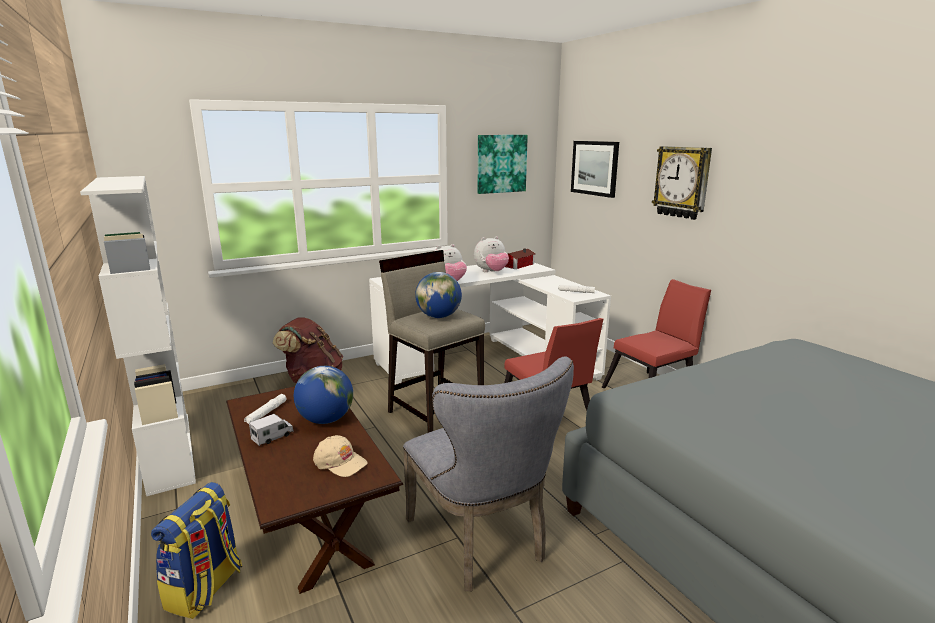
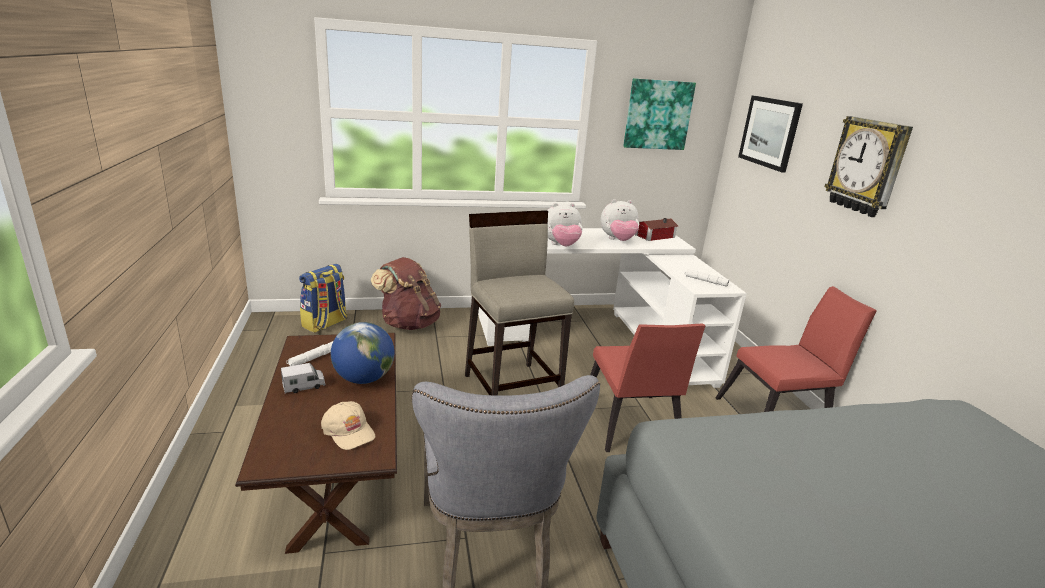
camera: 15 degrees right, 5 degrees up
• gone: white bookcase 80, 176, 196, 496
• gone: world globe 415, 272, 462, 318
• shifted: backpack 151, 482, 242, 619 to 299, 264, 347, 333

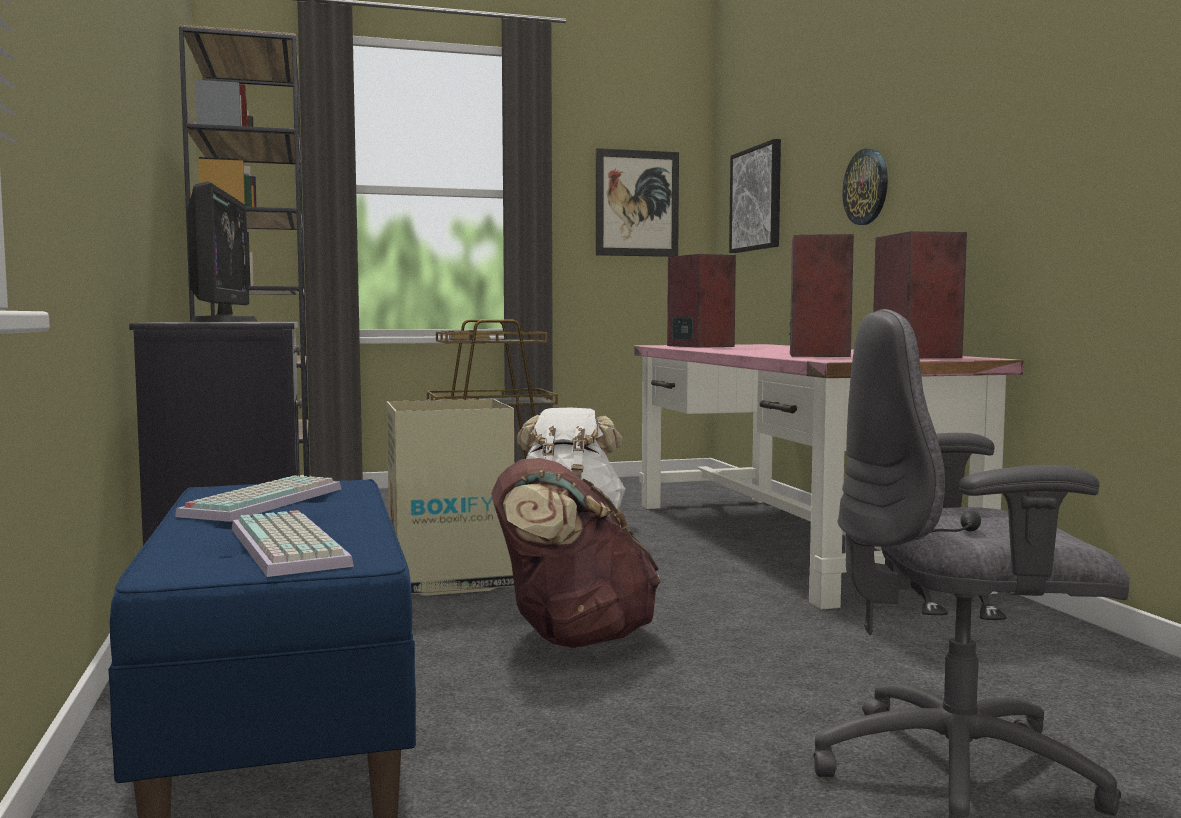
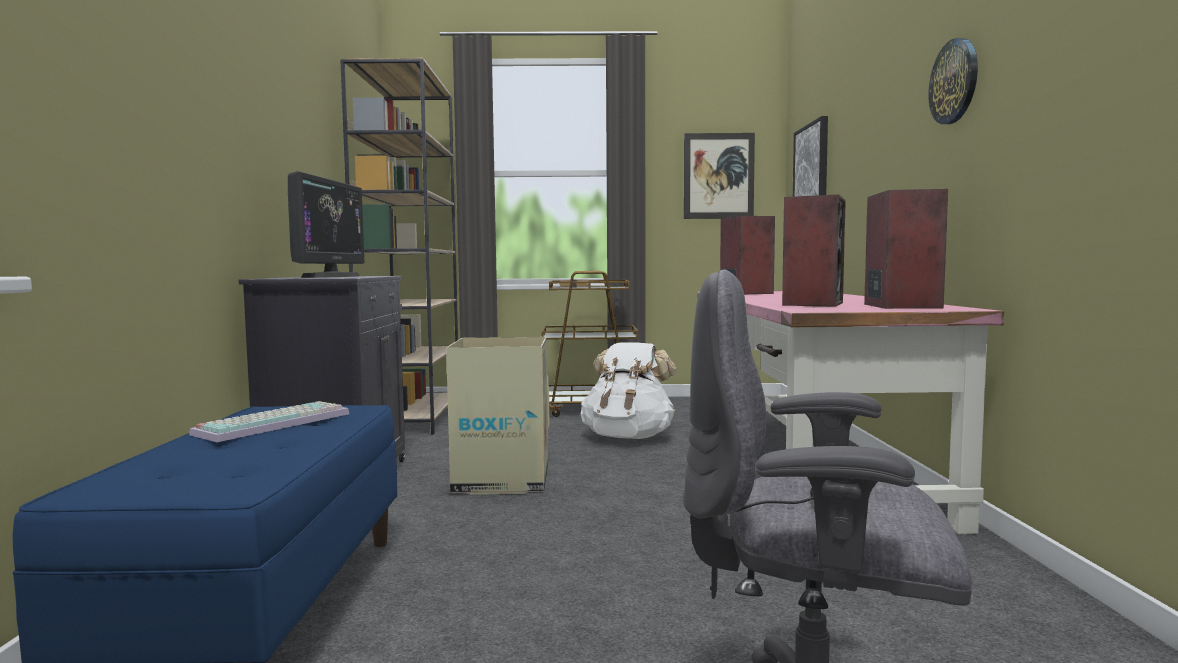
camera: 15 degrees right, 0 degrees up
• shifted: hanging clock 842, 149, 888, 225 to 928, 38, 978, 124
• gone: brown backpack 491, 458, 661, 648
• gone: keyboard 232, 510, 354, 577

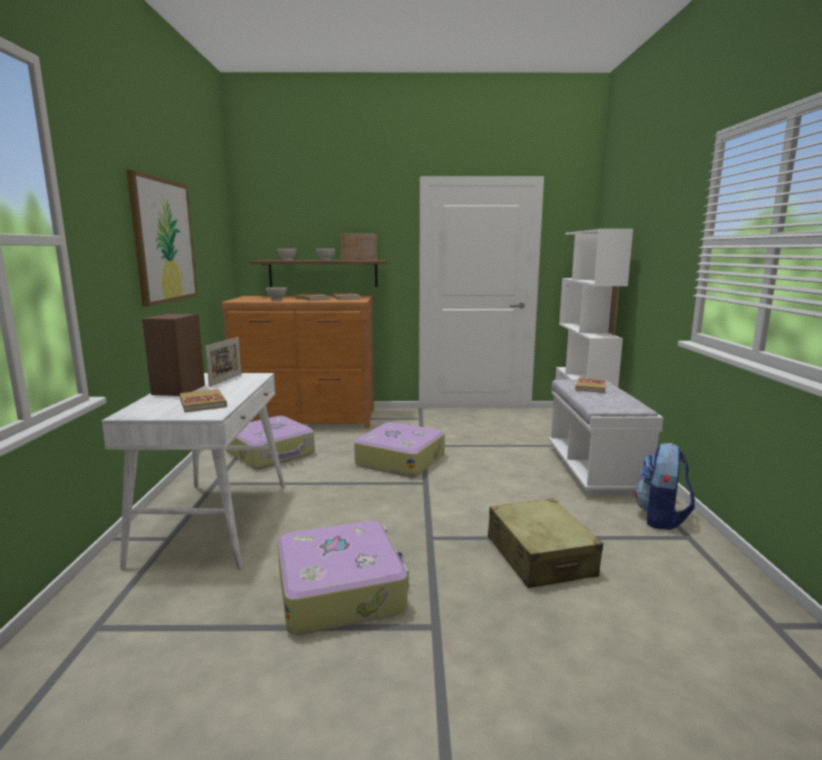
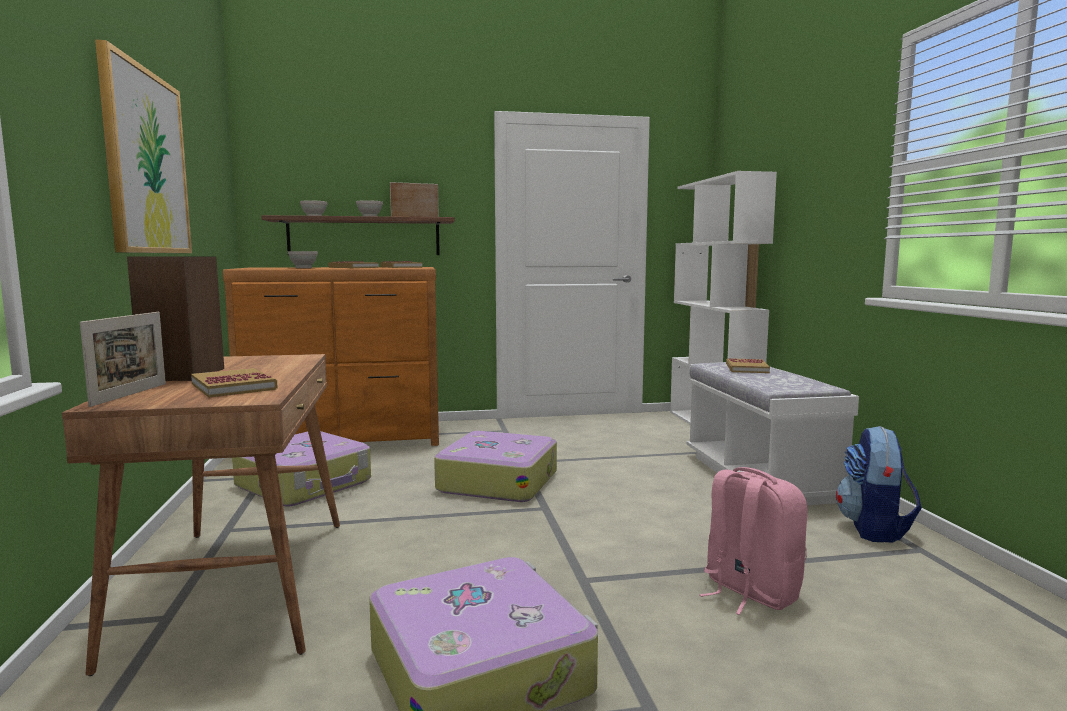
camera: 10 degrees left, 5 degrees down
• shifted: photo frame 205, 337, 241, 387 to 80, 312, 166, 407
• repainted: white desk 102, 373, 285, 570 to brown desk 62, 354, 340, 676
• swapped: beige piece of luggage 488, 498, 603, 588 to pink backpack 699, 467, 807, 615

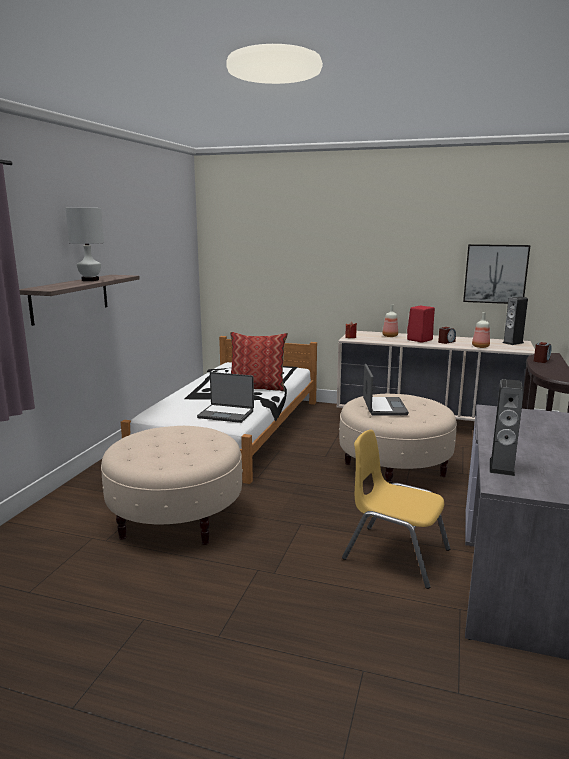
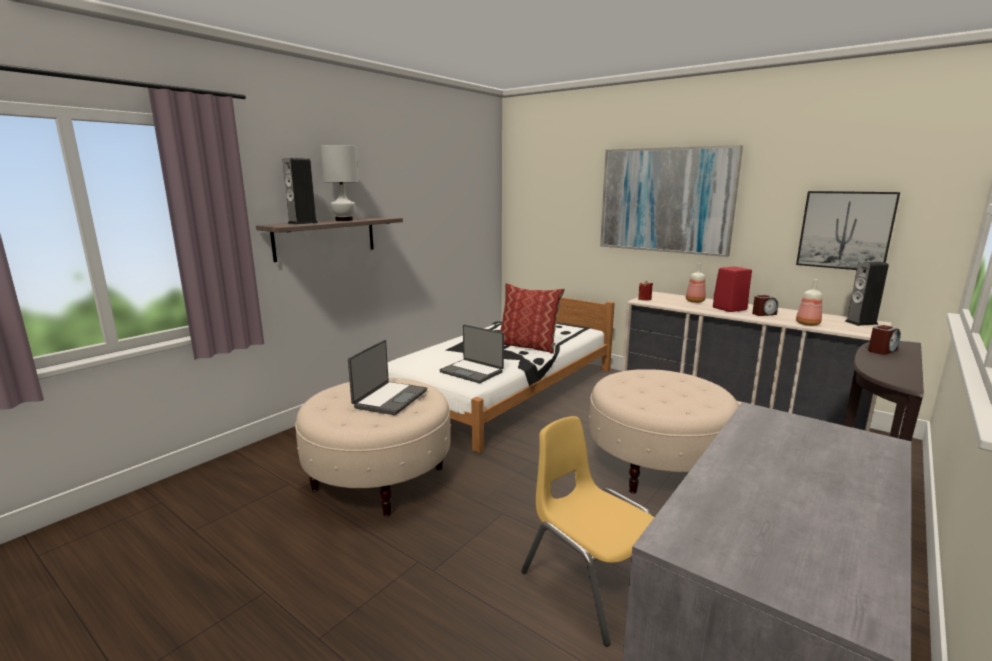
camera: 20 degrees right, 0 degrees up
• shifted: notebook computer 363, 364, 409, 416 to 348, 340, 427, 415
• shifted: loudspeaker 490, 379, 524, 476 to 283, 158, 318, 224
• new: picture 600, 145, 743, 257

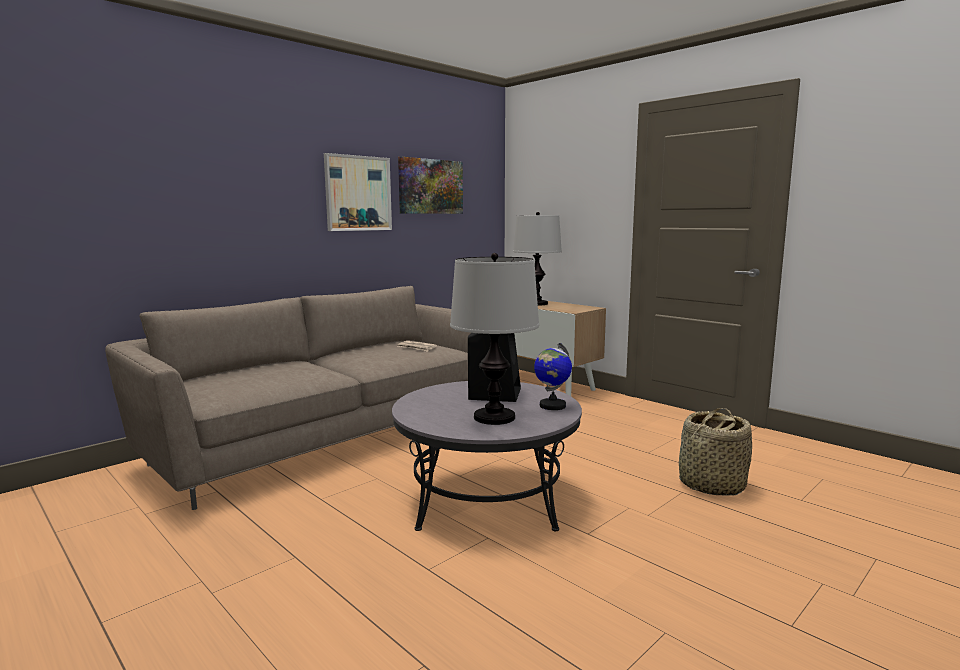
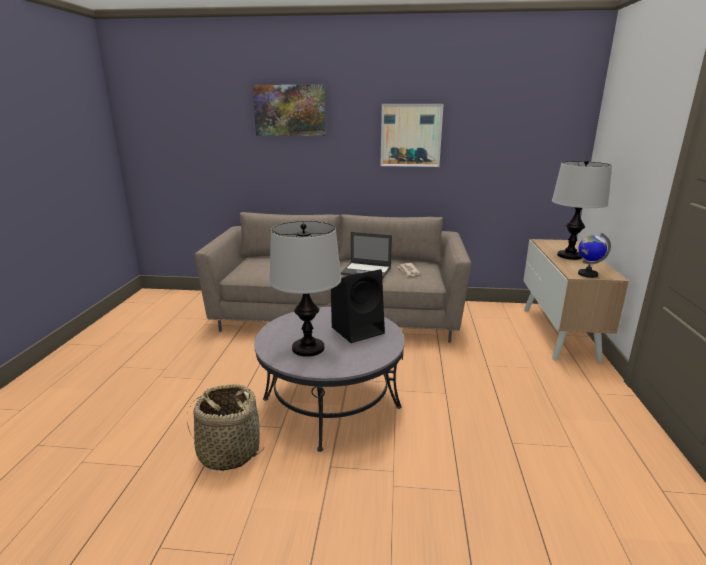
camera: 50 degrees right, 10 degrees up
• shifted: picture 398, 157, 463, 214 to 253, 85, 326, 136
• shifted: world globe 534, 343, 572, 410 to 578, 233, 611, 278
• shifted: household basket 679, 408, 752, 496 to 187, 384, 265, 471
• new: notebook computer 341, 232, 392, 279

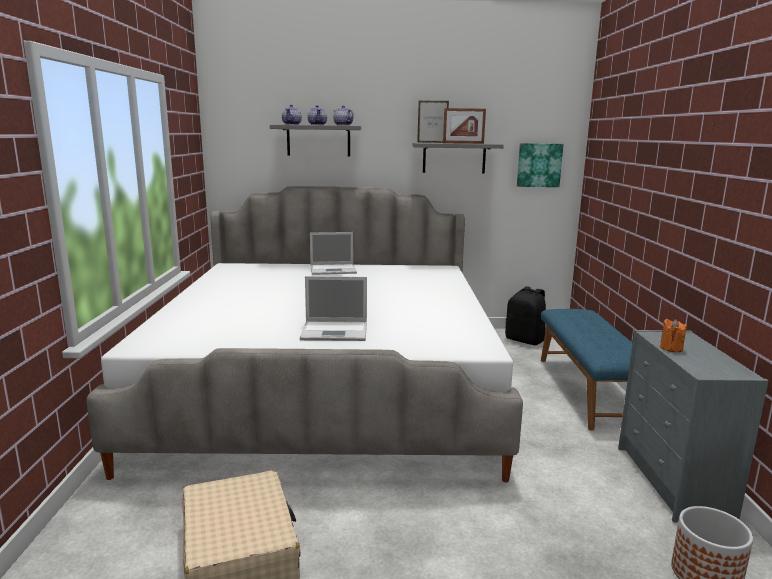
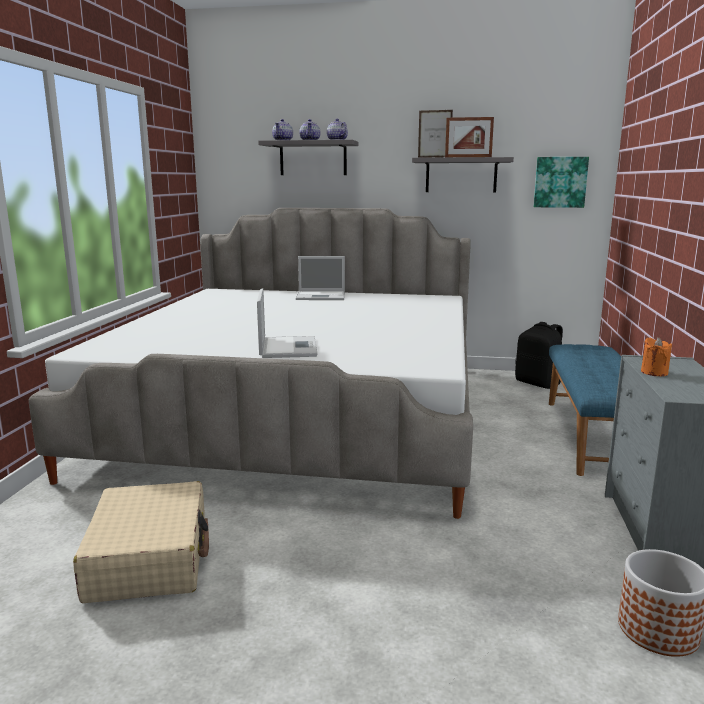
camera: 10 degrees right, 0 degrees up
• rotated: notebook computer 300, 276, 367, 341 = 257, 288, 318, 358 105 degrees counterclockwise

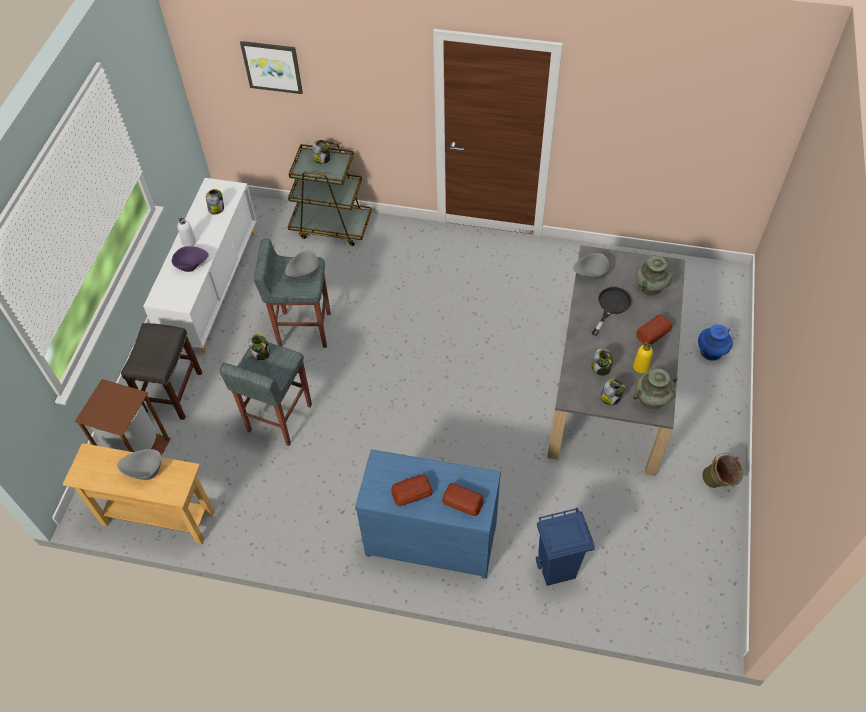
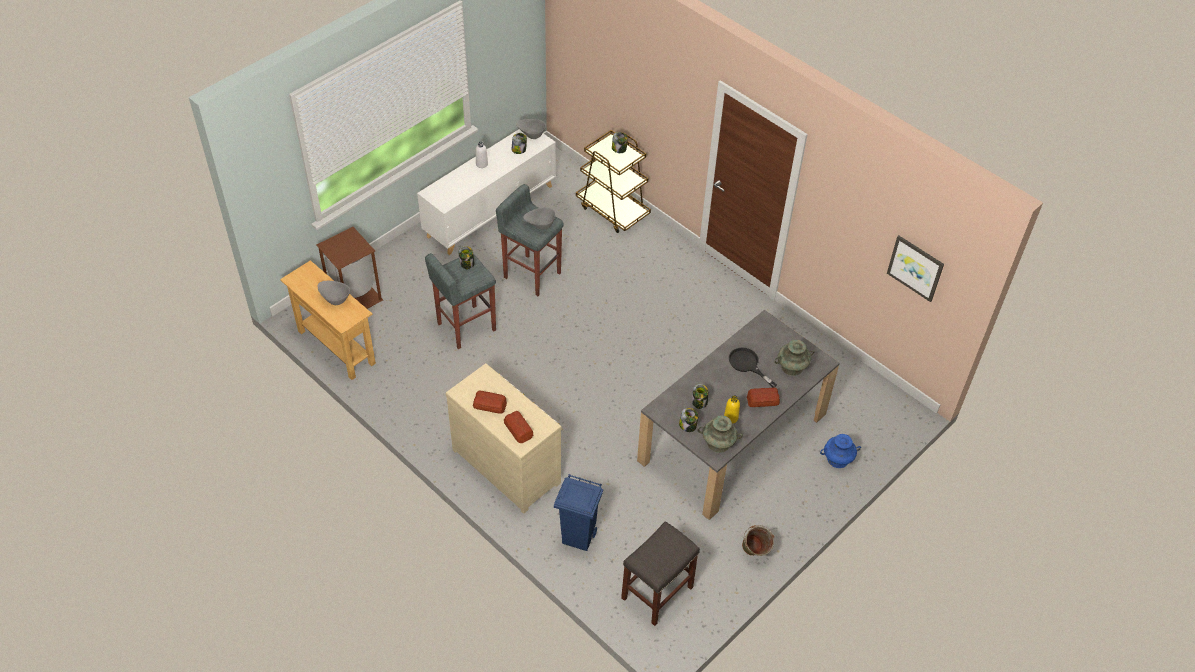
camera: 30 degrees right, 5 degrees down
• shifted: picture 240, 41, 303, 94 to 887, 235, 944, 302
• gone: purple bowl 172, 246, 209, 272
• shifted: greyish bowl 573, 253, 609, 280 to 516, 119, 546, 139
• rotated: black skillet 592, 287, 632, 336 = 729, 348, 777, 387 105 degrees counterclockwise
• shifted: greyish stool 121, 323, 202, 420 to 621, 521, 700, 626
• repainted: blue dresser 355, 449, 501, 579 to beige dresser 446, 363, 562, 514

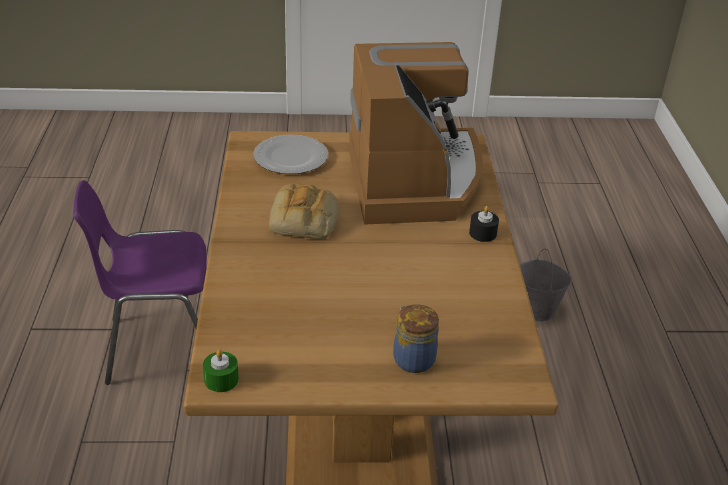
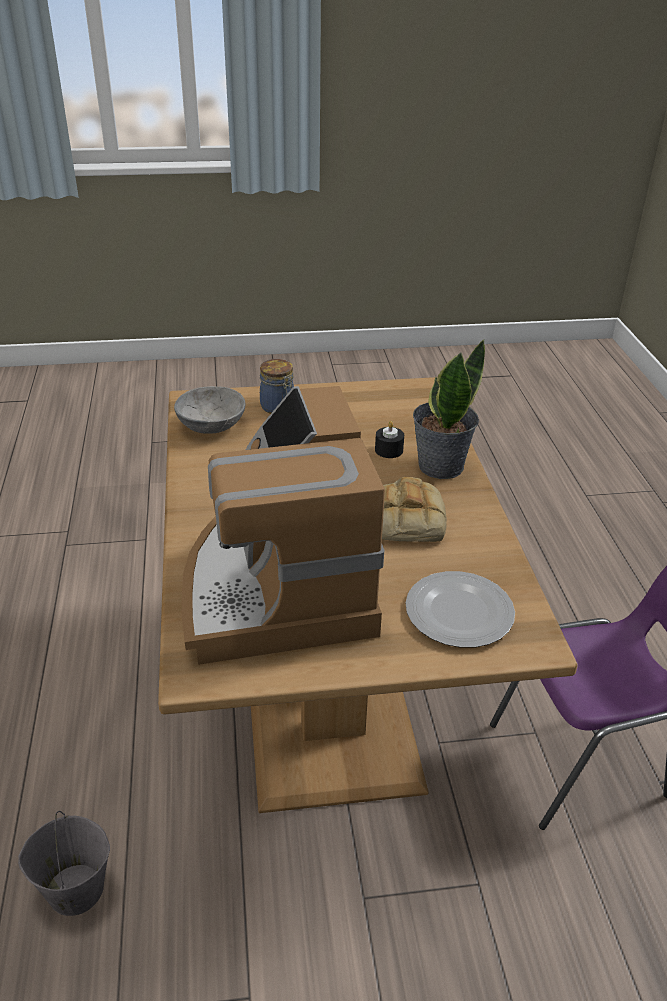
camera: 175 degrees right, 0 degrees up
• shifted: black wax candle 469, 206, 499, 242 to 375, 421, 404, 458
• gone: greenish wax candle 203, 349, 239, 392
• new: potted plant 413, 340, 485, 479
• new: greyish bowl 174, 386, 245, 434

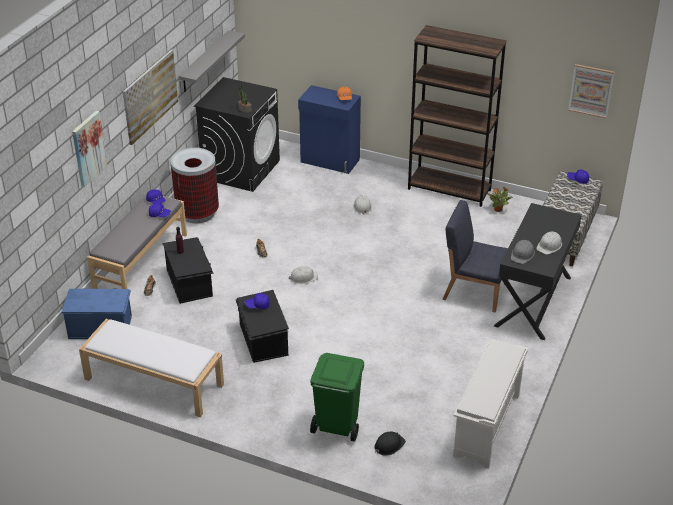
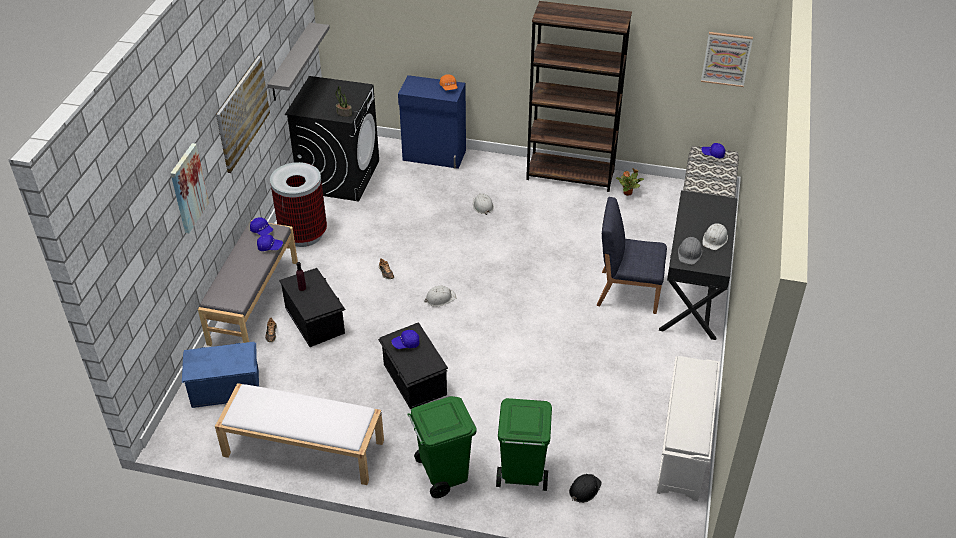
camera: 10 degrees left, 5 degrees up
• new: greenish rubbish bin 407, 396, 477, 498

